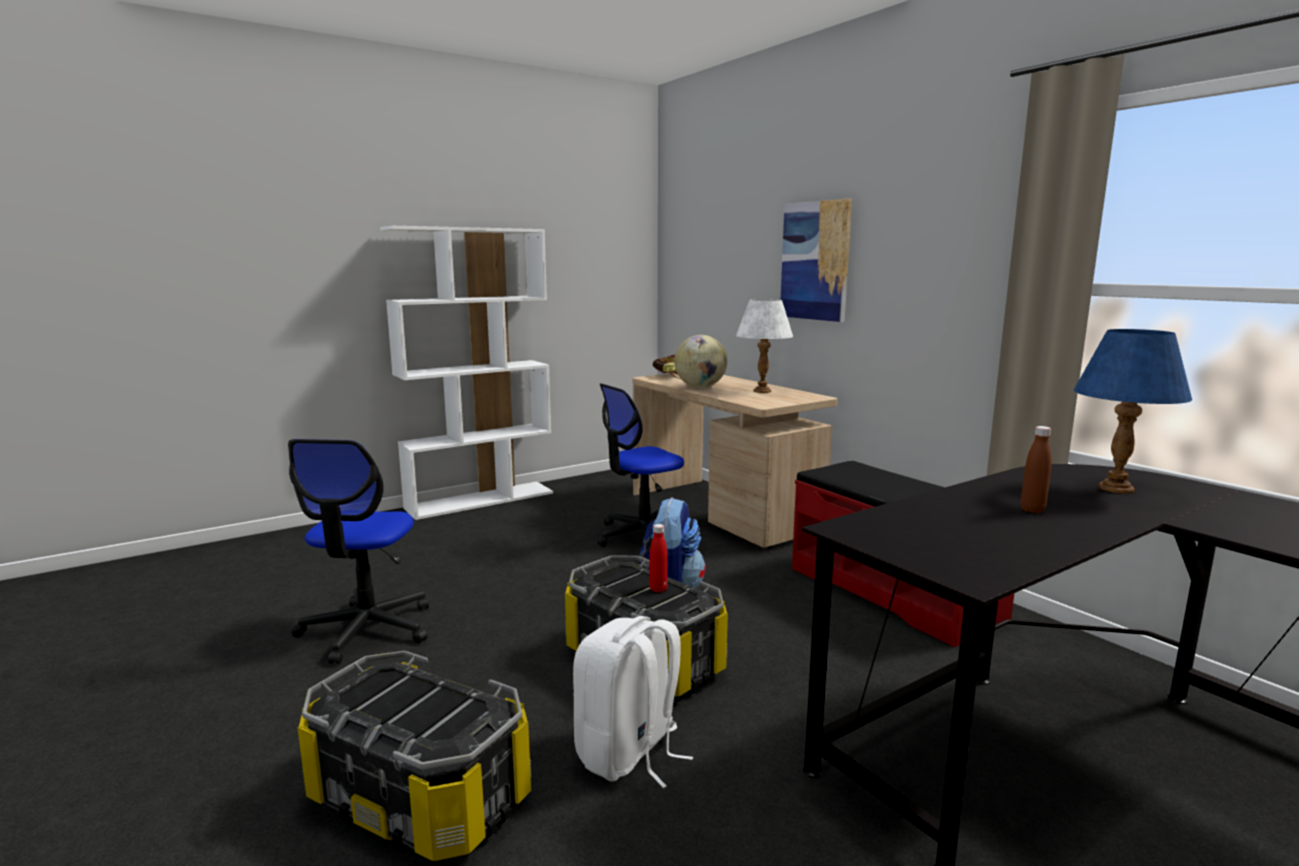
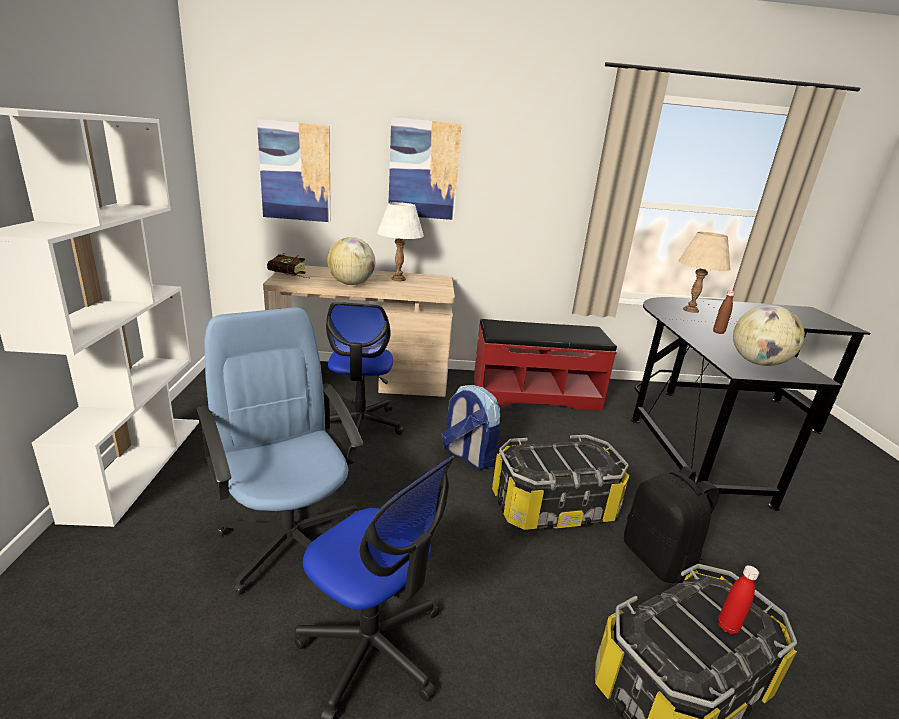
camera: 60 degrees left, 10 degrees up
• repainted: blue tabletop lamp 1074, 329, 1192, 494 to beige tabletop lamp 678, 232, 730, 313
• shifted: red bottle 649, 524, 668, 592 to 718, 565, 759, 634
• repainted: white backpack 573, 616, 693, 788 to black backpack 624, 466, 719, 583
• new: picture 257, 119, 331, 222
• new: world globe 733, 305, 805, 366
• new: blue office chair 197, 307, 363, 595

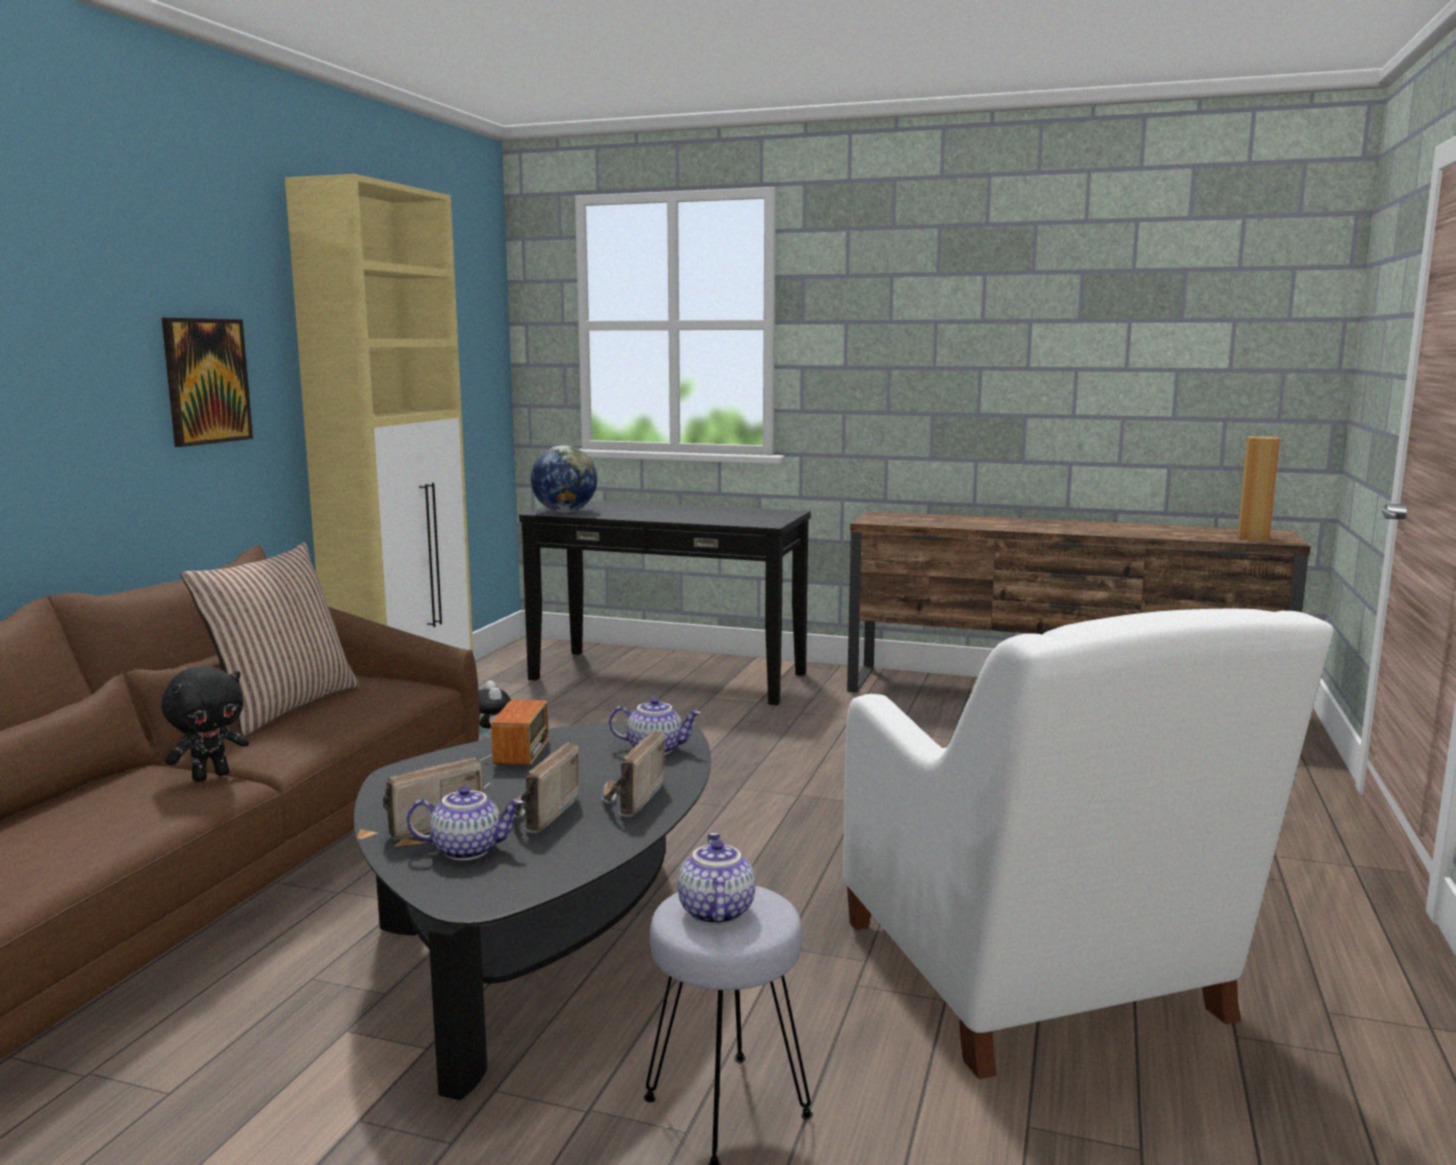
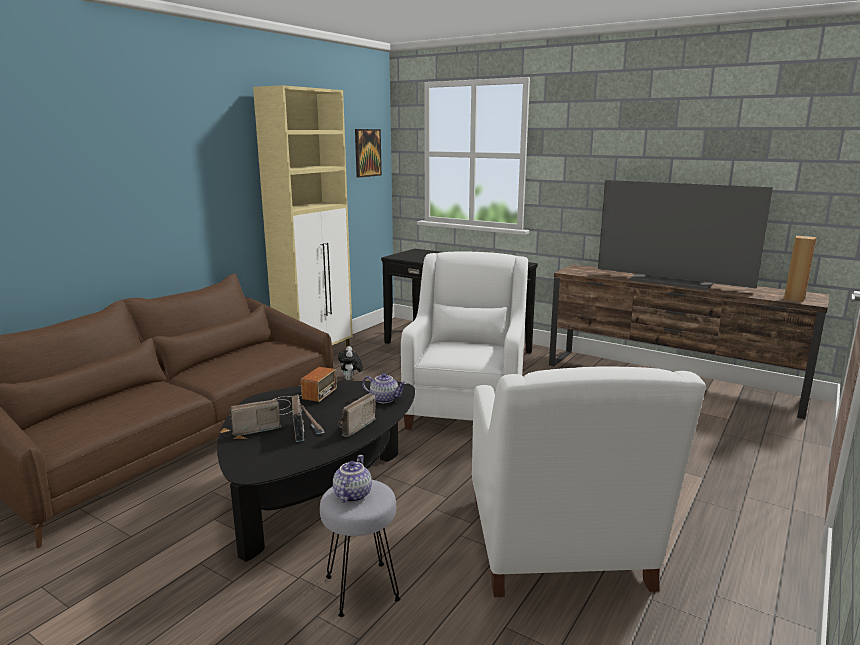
camera: 15 degrees right, 5 degrees up
• shifted: picture 162, 318, 253, 447 to 355, 129, 382, 178
• gone: world globe 531, 445, 597, 513
• gone: throw pillow 181, 542, 360, 736
• gone: black plush toy 161, 666, 249, 782
• rotated: radio set 514, 742, 580, 833 = 292, 394, 325, 442 135 degrees clockwise
• gone: teapot 406, 786, 524, 860
• new: TV 598, 180, 773, 290
• new: white armchair 401, 251, 528, 430

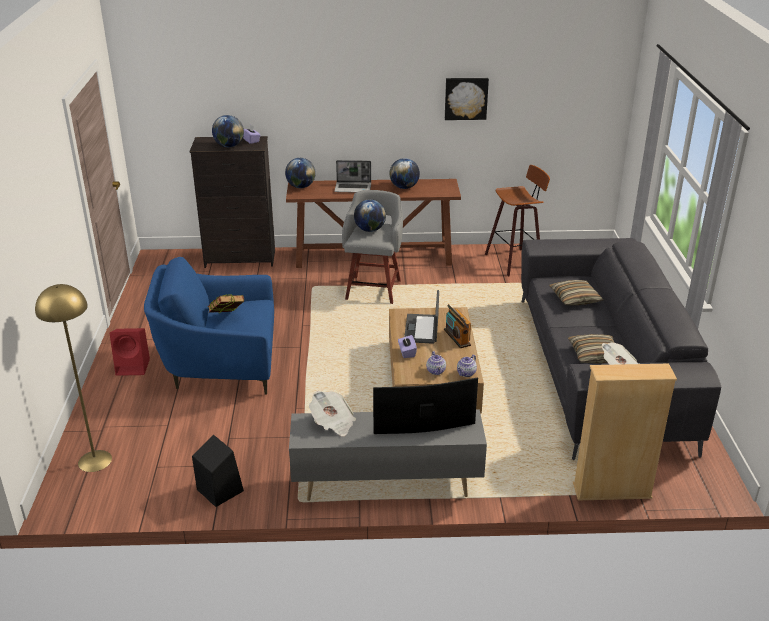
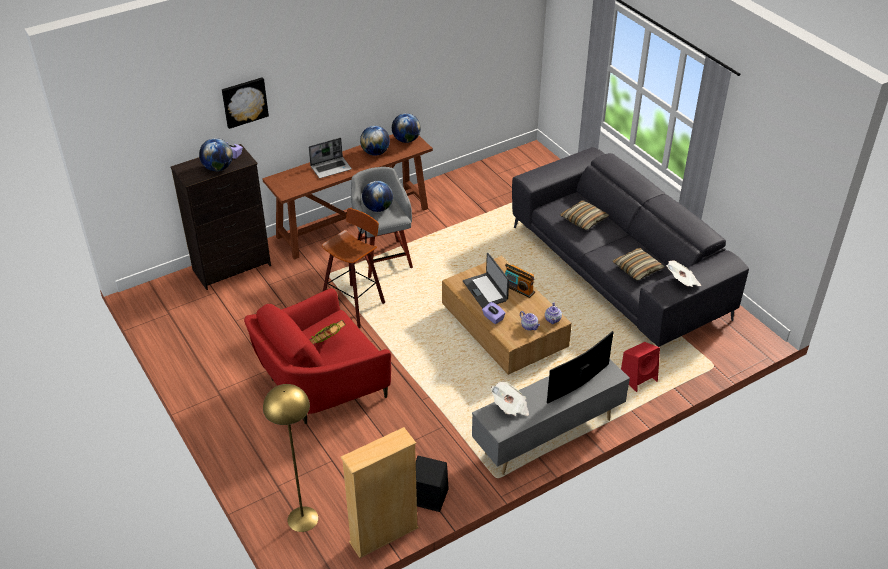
camera: 30 degrees left, 10 degrees up
• shifted: picture 445, 78, 489, 120 to 222, 77, 269, 129
• shifted: world globe 285, 158, 316, 188 to 392, 113, 421, 143
• shifted: stool 485, 165, 550, 276 to 322, 208, 385, 328
• repainted: blue armchair 144, 257, 274, 395 to red armchair 244, 288, 391, 424
• shifted: red loudspeaker 109, 328, 150, 376 to 621, 342, 660, 392
• shifted: beige bookcase 573, 364, 677, 500 to 340, 427, 419, 558

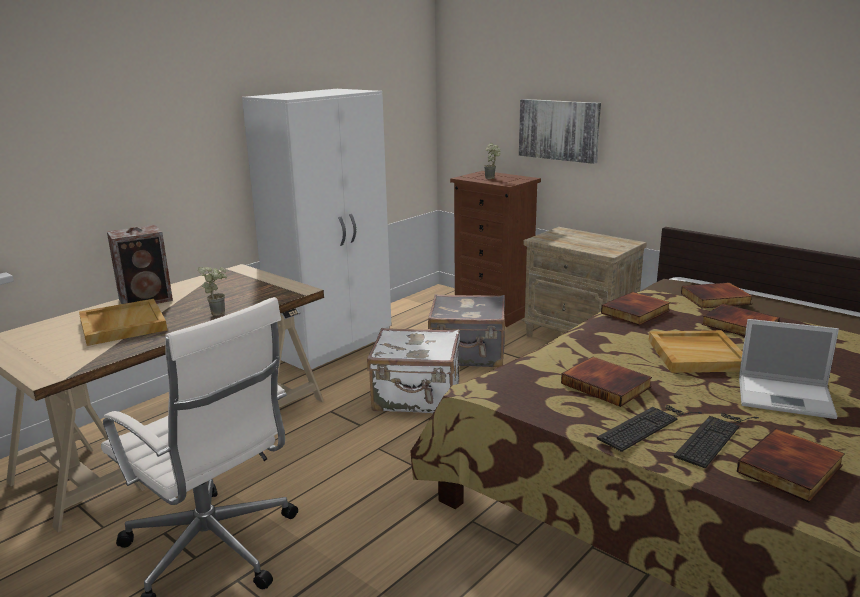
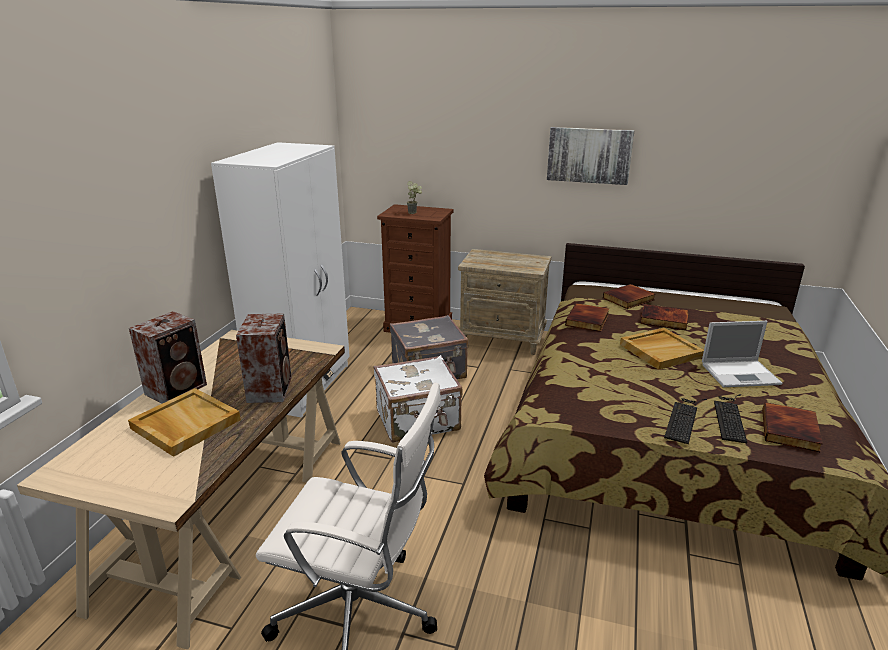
camera: 25 degrees left, 5 degrees up
• shifted: picture 519, 99, 601, 164 to 547, 127, 634, 185
• swapped: potted plant 198, 267, 227, 316 to loudspeaker 236, 314, 292, 403
• gone: volume 561, 357, 652, 407

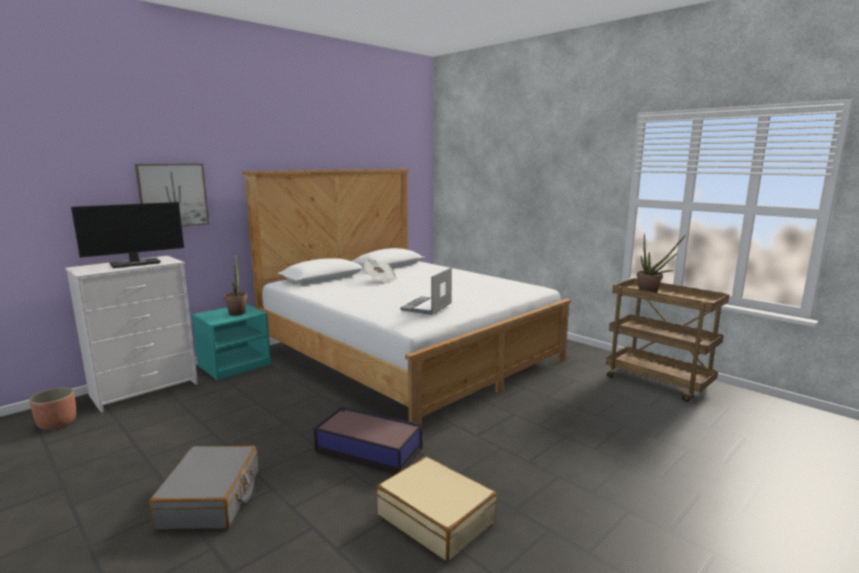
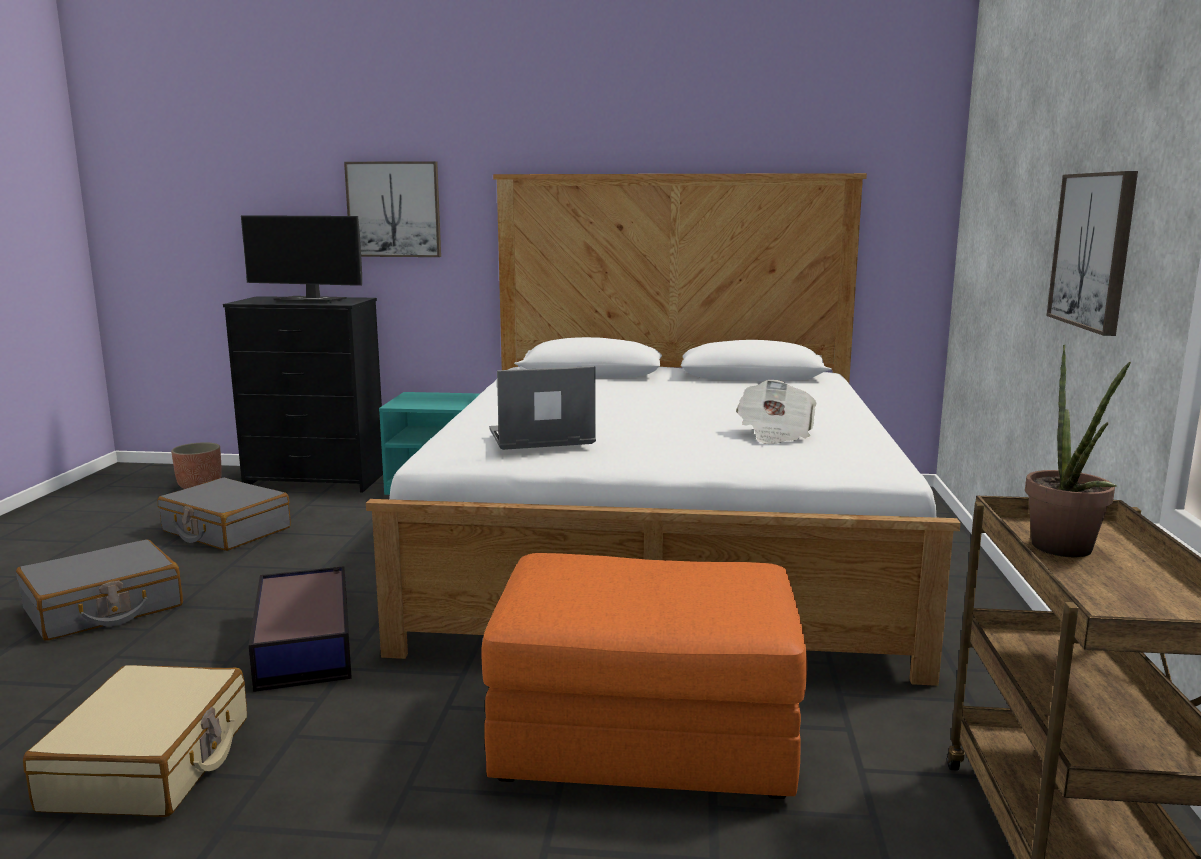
camera: 50 degrees right, 0 degrees up
• gone: potted plant 224, 253, 248, 315
• repainted: white dresser 65, 256, 198, 412 to black dresser 223, 296, 383, 492
• shifted: daily paper 363, 259, 397, 284 to 736, 380, 816, 444
• new: picture 1047, 171, 1138, 336
• new: greyish piece of luggage 158, 477, 291, 551
• new: orange ottoman 481, 553, 807, 799

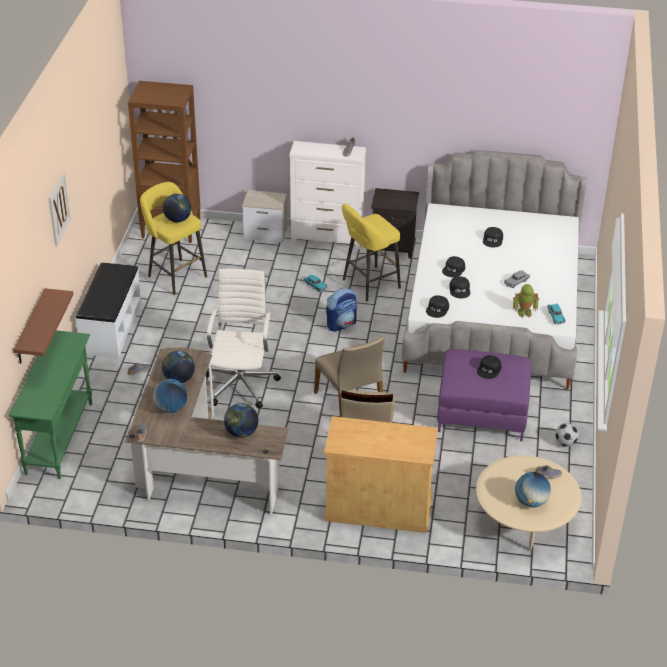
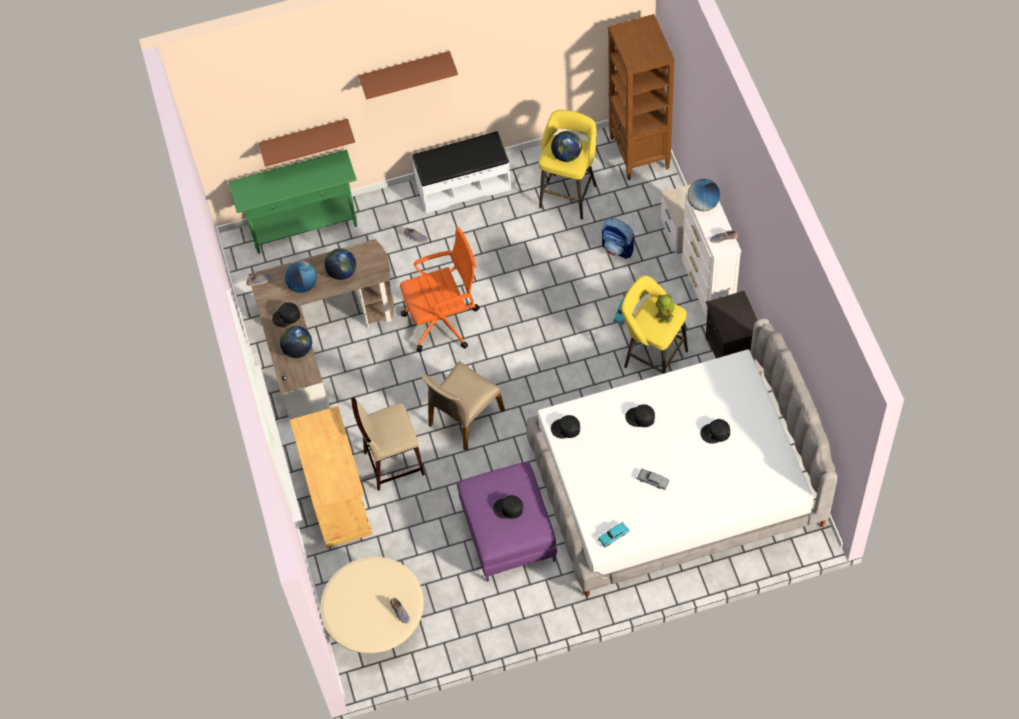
camera: 70 degrees right, 20 degrees up
• swapped: picture 48, 172, 71, 246 to brown wall shelf 359, 51, 458, 99
• repainted: white office chair 206, 269, 281, 409 to orange office chair 400, 227, 480, 352
• shifted: black baseball cap 449, 276, 470, 298 to 272, 302, 300, 327
• shifted: model robot 513, 284, 539, 318 to 655, 294, 674, 324
• shifted: backpack 326, 288, 357, 332 to 602, 218, 635, 259
• gone: ball for football 555, 423, 579, 446
• shifted: world globe 515, 472, 551, 507 to 687, 179, 720, 211

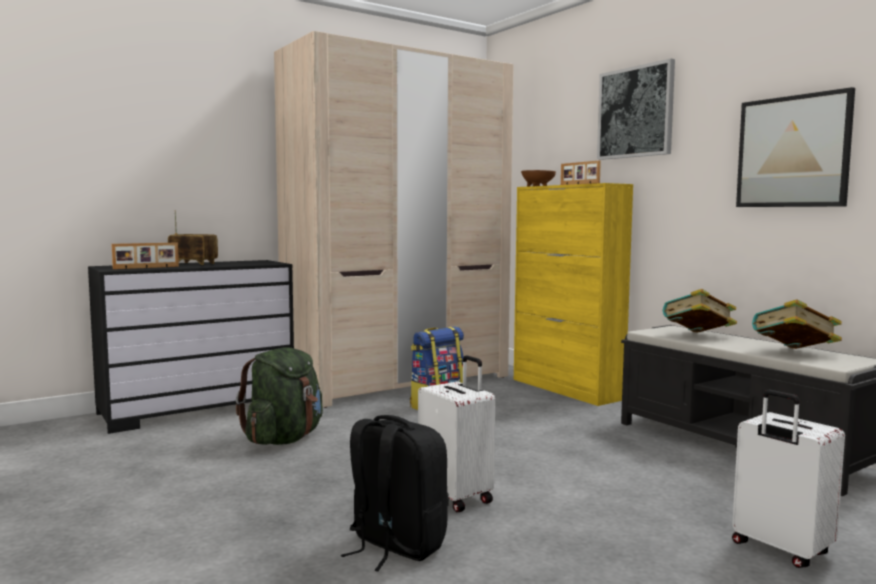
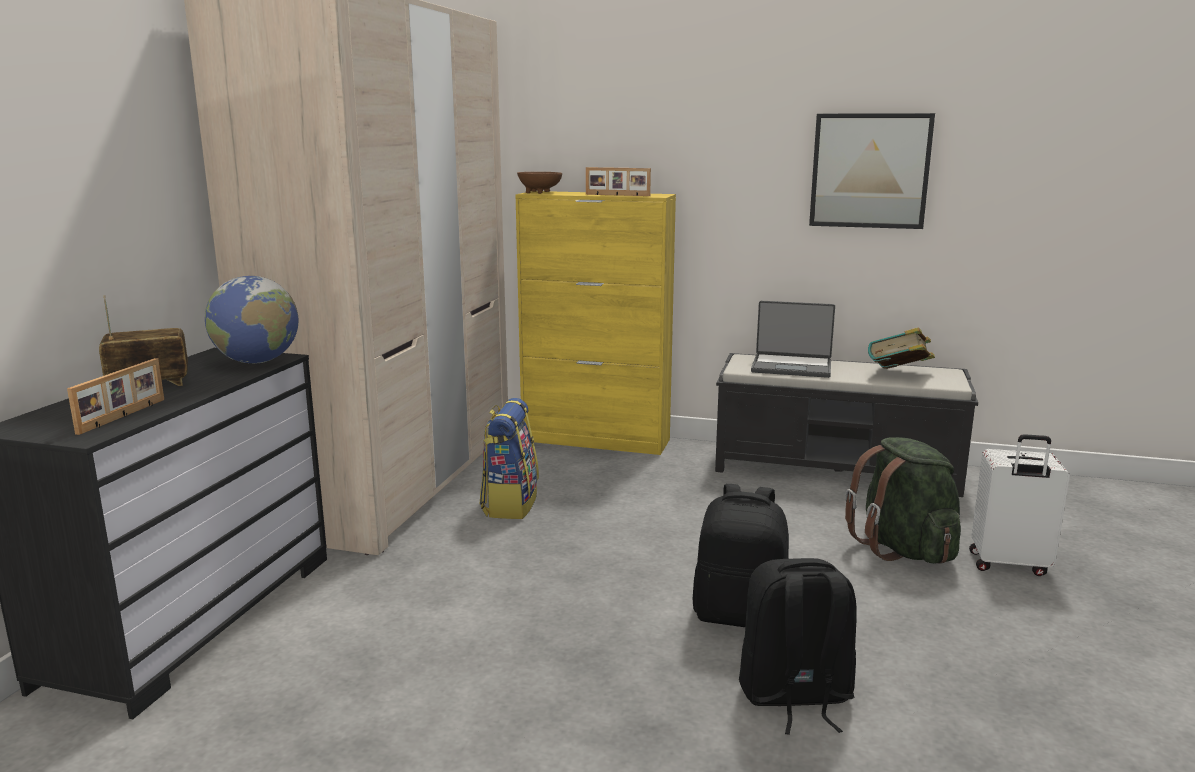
camera: 40 degrees left, 10 degrees up
• gone: picture 597, 58, 675, 160
• swapped: volume 663, 289, 737, 333 to notebook computer 751, 301, 835, 378
• shifted: greenish backpack 236, 347, 323, 445 to 845, 437, 961, 564
• swapped: white piece of luggage 418, 355, 495, 512 to black backpack 693, 484, 789, 627
• new: world globe 205, 276, 298, 364

